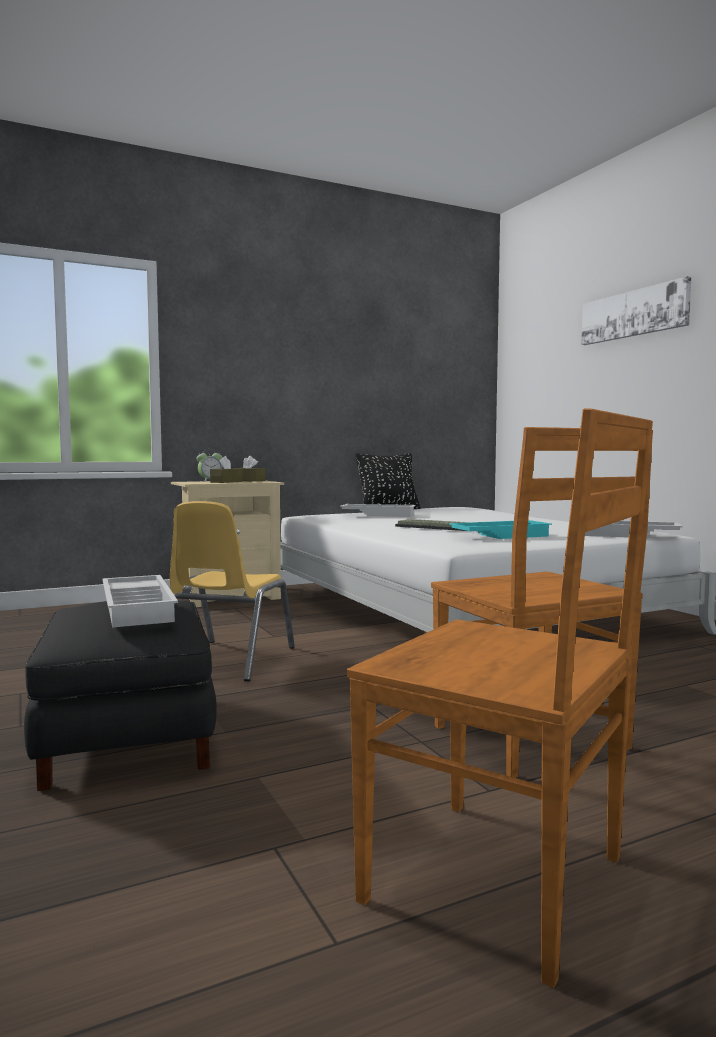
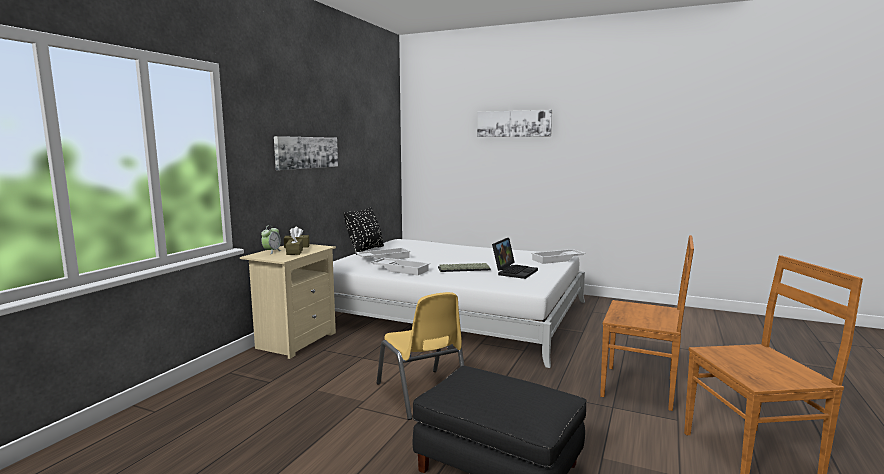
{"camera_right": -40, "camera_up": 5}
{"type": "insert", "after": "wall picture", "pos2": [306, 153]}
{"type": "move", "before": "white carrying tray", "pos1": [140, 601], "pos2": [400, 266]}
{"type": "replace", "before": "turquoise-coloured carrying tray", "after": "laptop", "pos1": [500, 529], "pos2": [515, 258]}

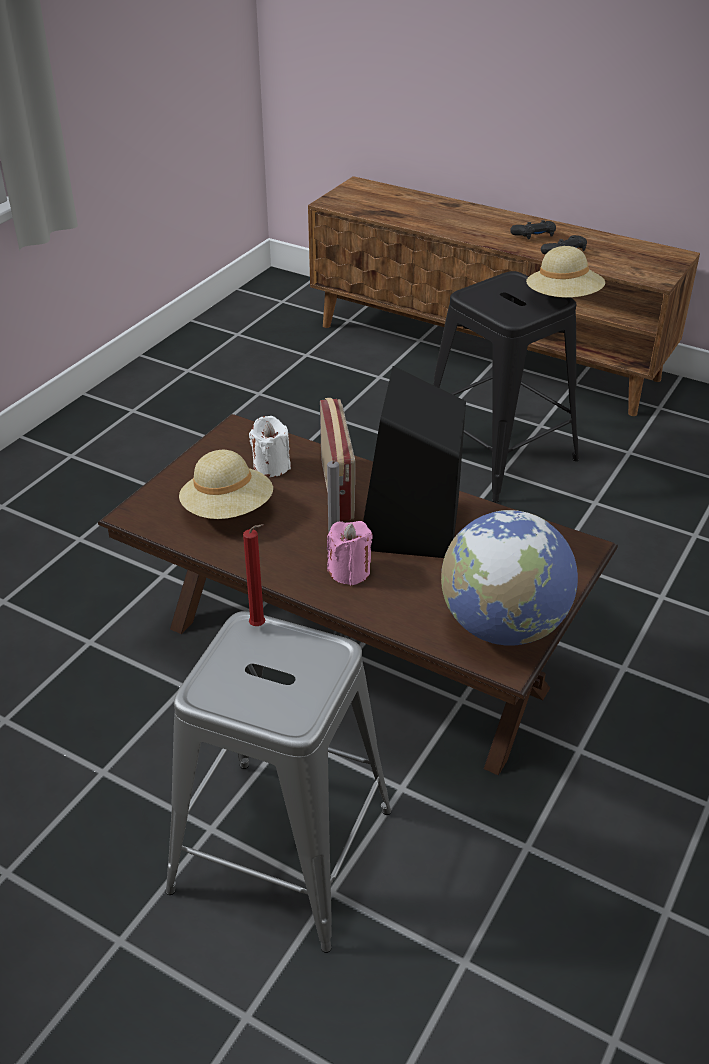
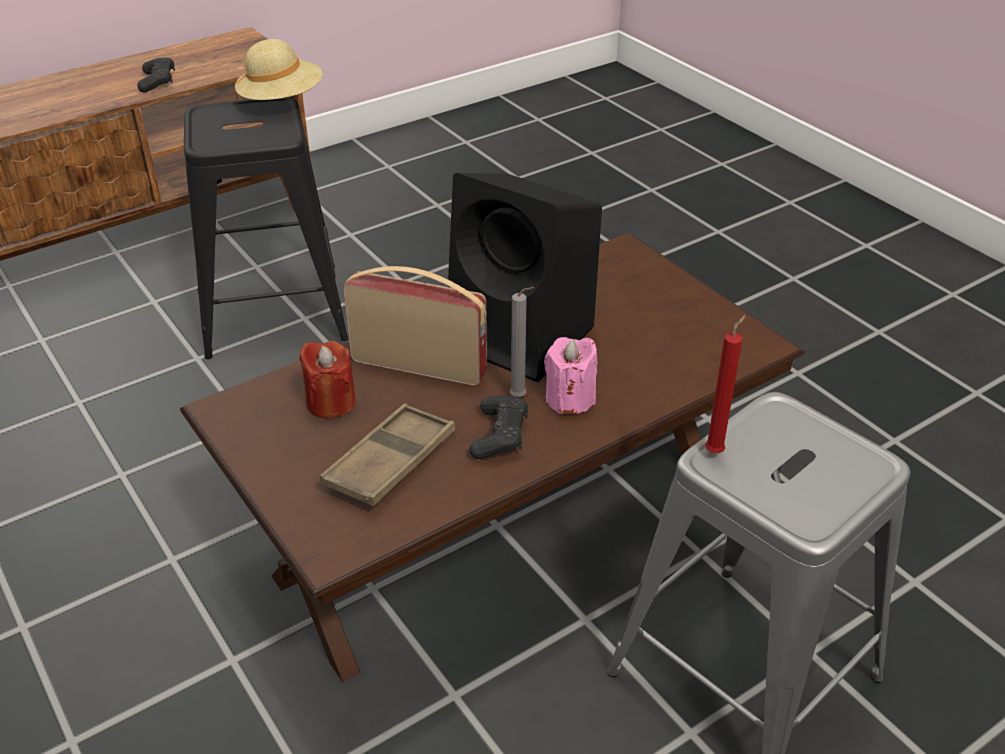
{"camera_right": -65, "camera_up": 0}
{"type": "recolor", "before": "white wax light", "after": "red wax light", "pos1": [270, 446], "pos2": [327, 380]}
{"type": "replace", "before": "beige hat", "after": "brown carrying tray", "pos1": [226, 484], "pos2": [387, 454]}
{"type": "move", "before": "black-coloured gamepad", "pos1": [533, 230], "pos2": [498, 427]}
{"type": "delete", "before": "desk globe", "pos1": [509, 577]}

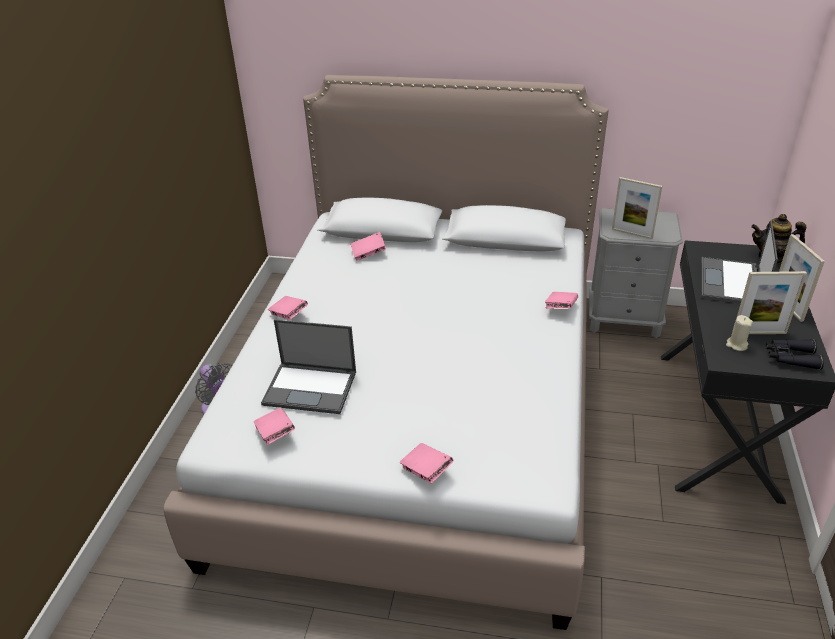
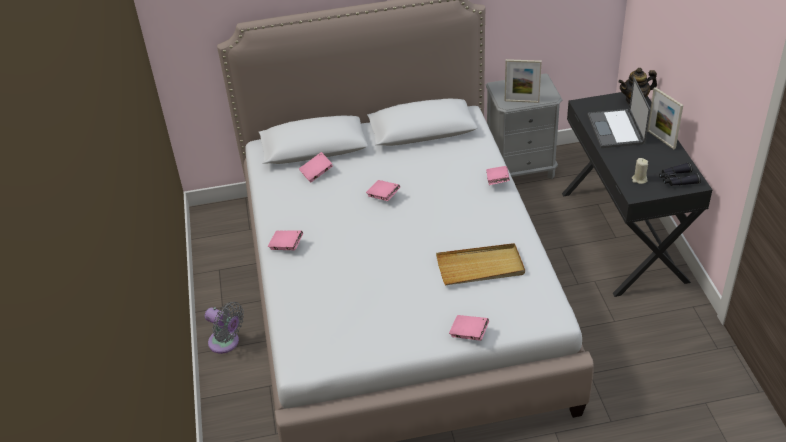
{"camera_right": -20, "camera_up": 5}
{"type": "move", "before": "pink bound book", "pos1": [274, 426], "pos2": [383, 190]}
{"type": "insert", "after": "beige carrying tray", "pos2": [480, 264]}
{"type": "delete", "before": "laptop", "pos1": [308, 366]}
{"type": "delete", "before": "standing frame", "pos1": [772, 302]}

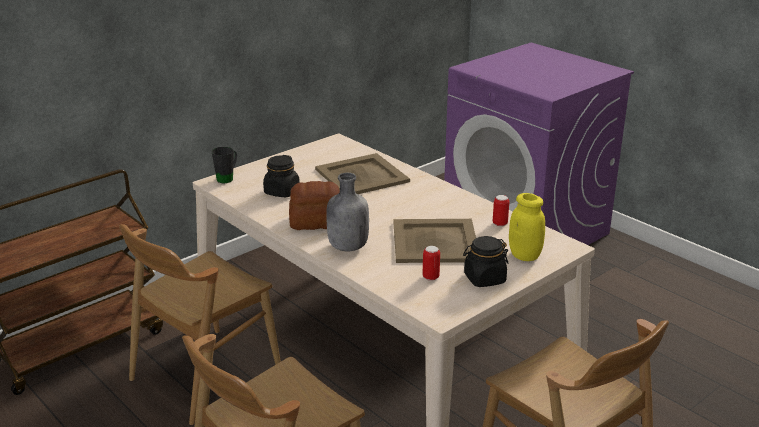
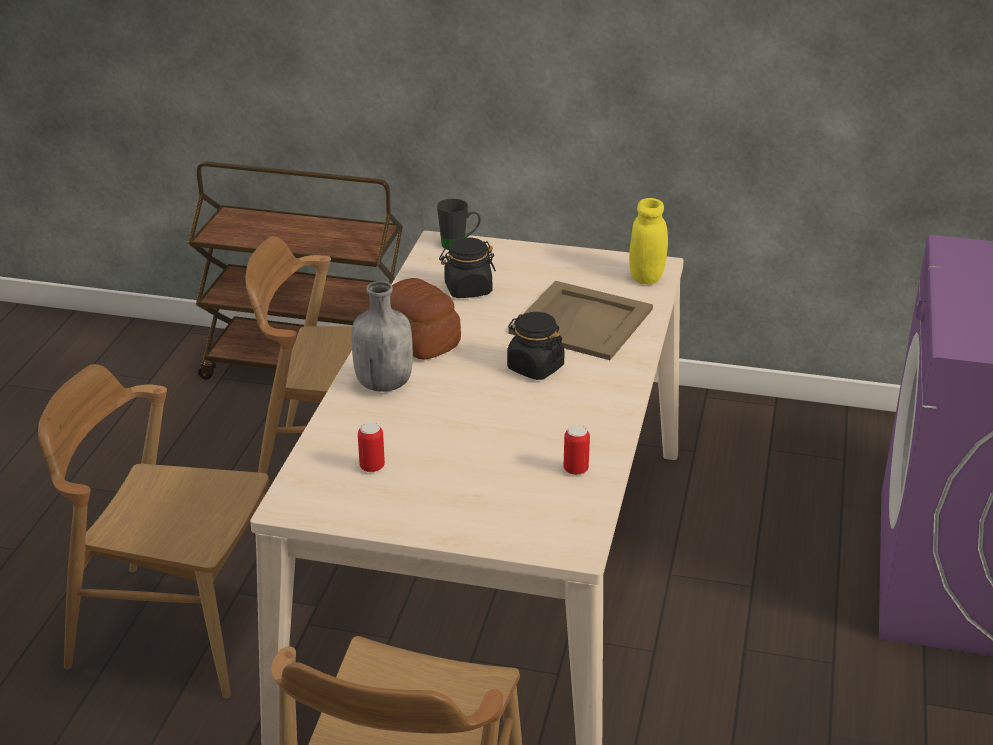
{"camera_right": 55, "camera_up": 5}
{"type": "move", "before": "black-coloured preserve jar", "pos1": [485, 261], "pos2": [536, 346]}
{"type": "move", "before": "yellowish preserve jar", "pos1": [527, 227], "pos2": [648, 241]}
{"type": "delete", "before": "beige carrying tray", "pos1": [434, 241]}

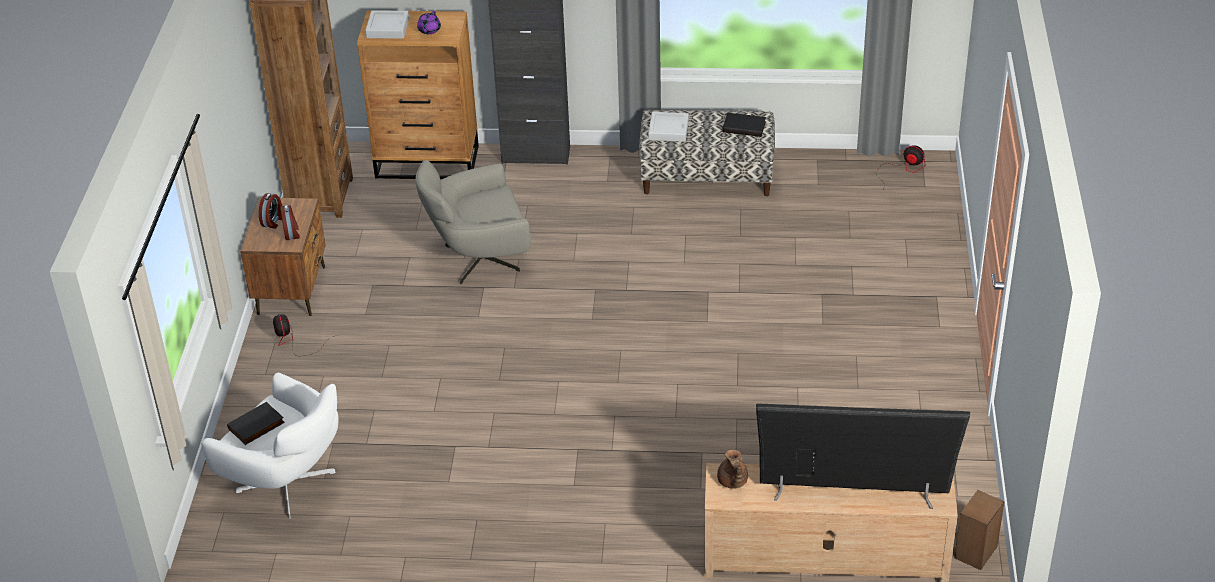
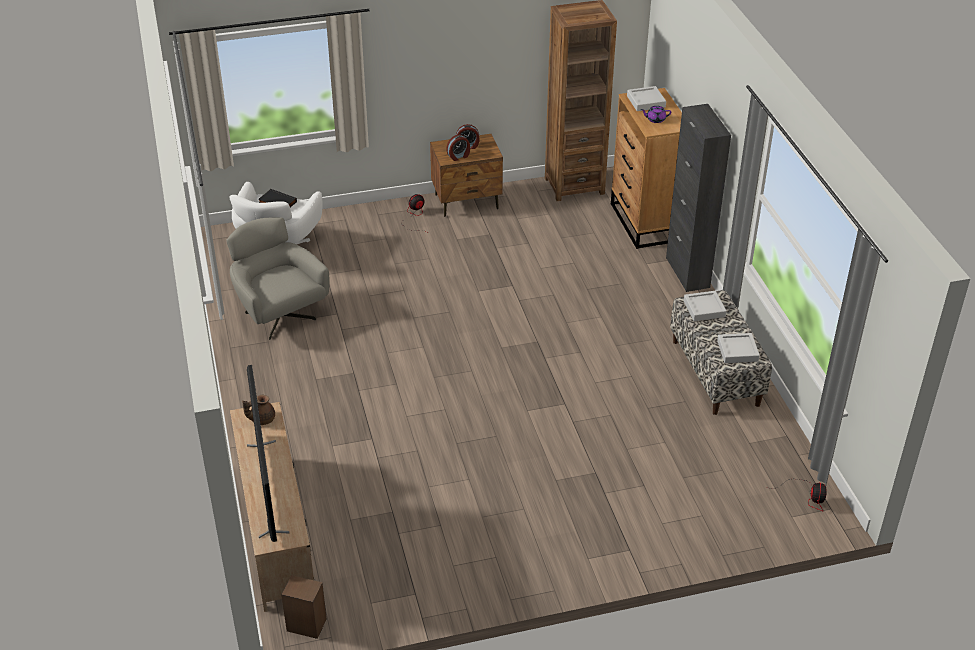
{"camera_right": 70, "camera_up": 0}
{"type": "move", "before": "greyish easy chair", "pos1": [473, 221], "pos2": [277, 279]}
{"type": "replace", "before": "black-coloured bound book", "after": "greyish carrying tray", "pos1": [744, 125], "pos2": [738, 348]}

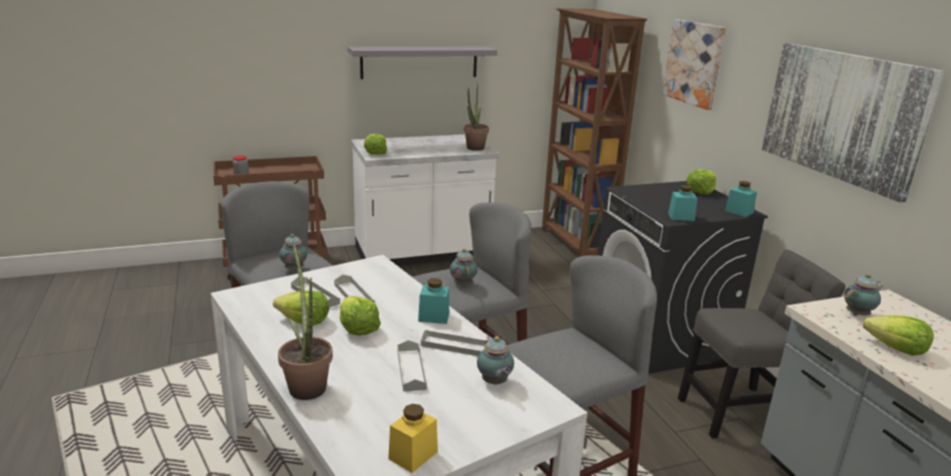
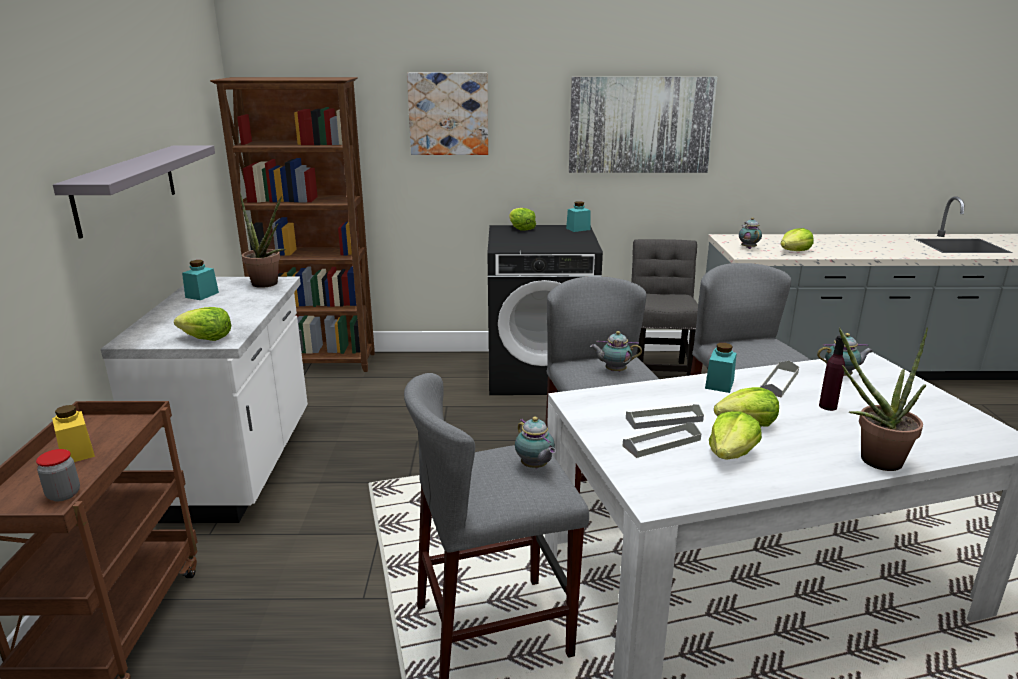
{"camera_right": -70, "camera_up": 0}
{"type": "move", "before": "yellowish preserve jar", "pos1": [413, 438], "pos2": [73, 433]}
{"type": "move", "before": "turquoise-coloured preserve jar", "pos1": [683, 203], "pos2": [200, 280]}
{"type": "rotate", "before": "teapot", "pos1": [293, 252], "pos2": [535, 442], "turn": -105}
{"type": "replace", "before": "greyish carrying tray", "after": "purplish drink bottle", "pos1": [412, 366], "pos2": [832, 373]}

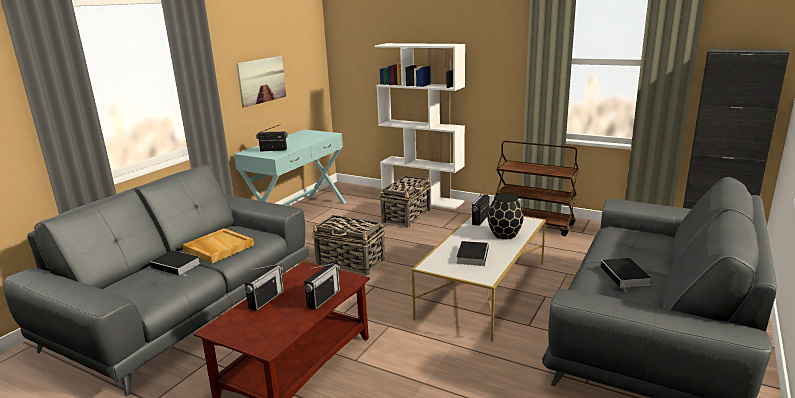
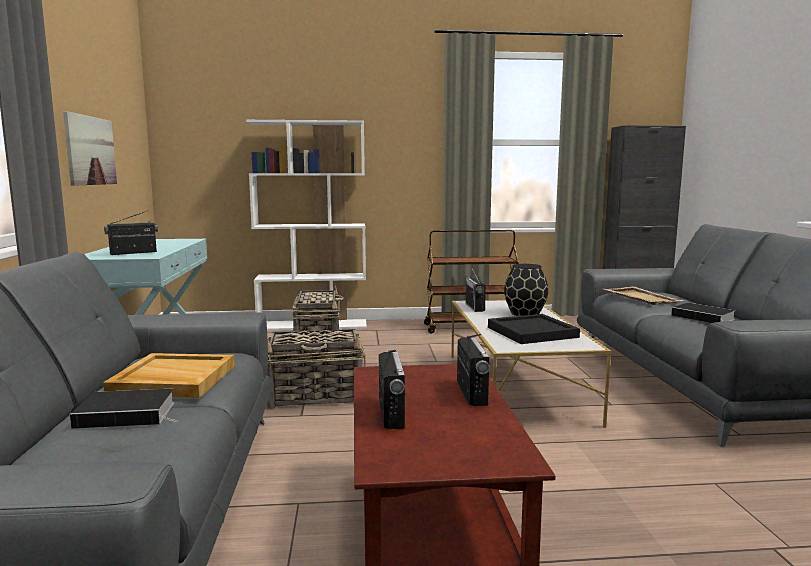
{"camera_right": -35, "camera_up": -10}
{"type": "replace", "before": "bound book", "after": "black-coloured carrying tray", "pos1": [472, 253], "pos2": [534, 329]}
{"type": "insert", "after": "beige carrying tray", "pos2": [645, 296]}

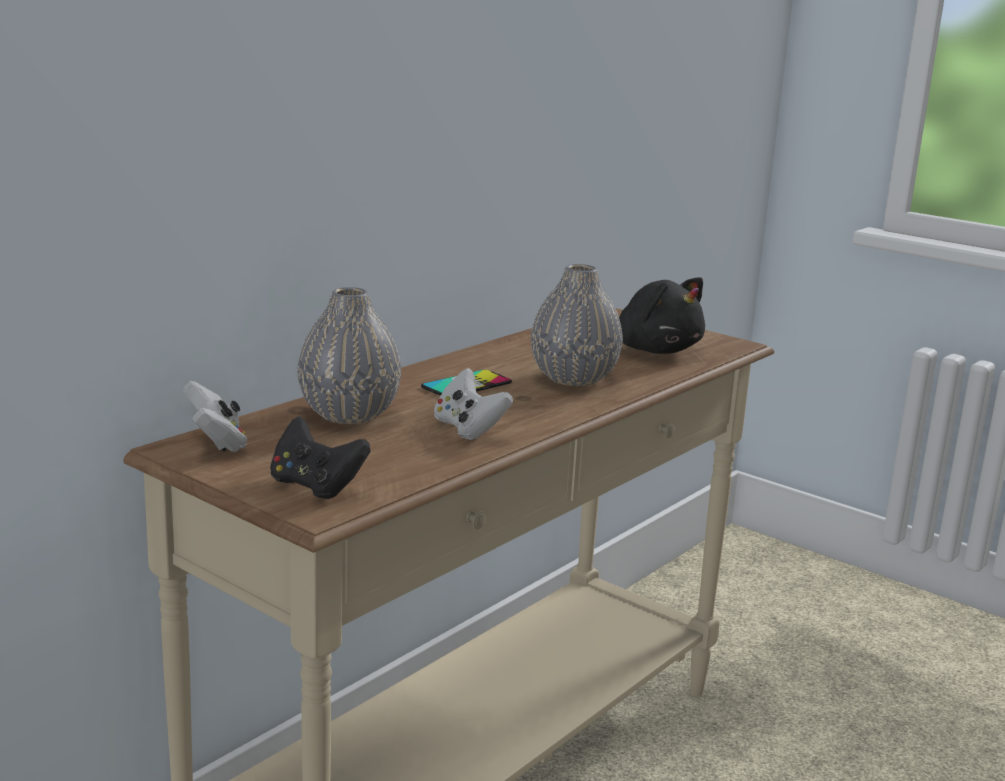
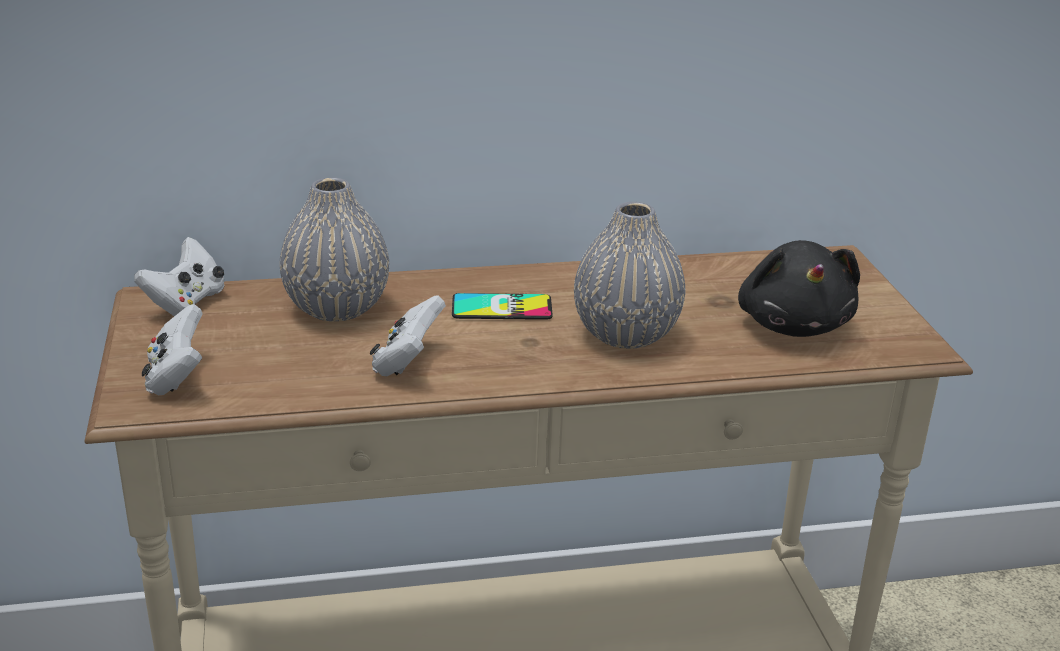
{"camera_right": 40, "camera_up": 10}
{"type": "recolor", "before": "black-coloured gamepad", "after": "white gamepad", "pos1": [320, 457], "pos2": [172, 349]}

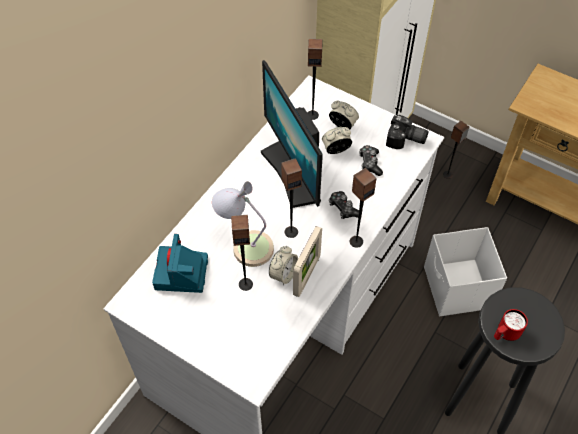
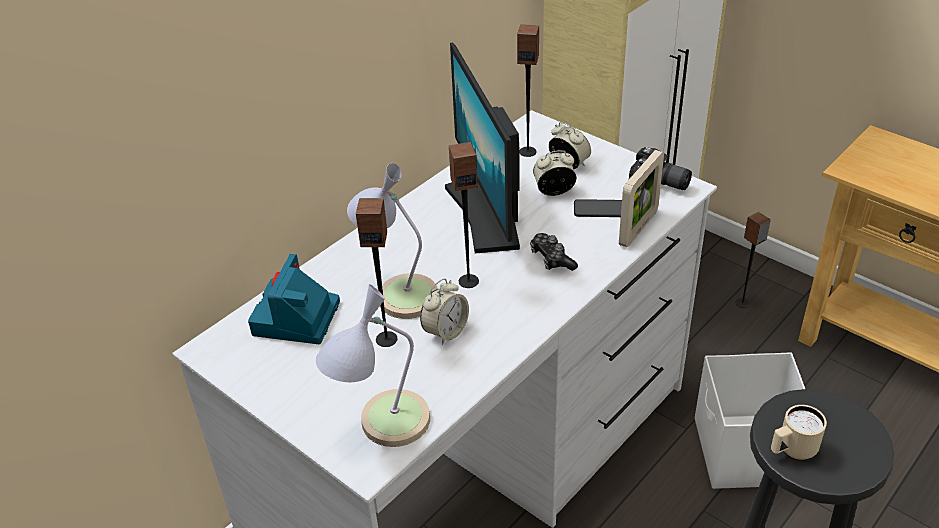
{"camera_right": 10, "camera_up": -15}
{"type": "insert", "after": "tabletop lamp", "pos2": [373, 365]}
{"type": "replace", "before": "gamepad", "after": "phone", "pos1": [371, 160], "pos2": [598, 208]}
{"type": "move", "before": "standing frame", "pos1": [307, 261], "pos2": [641, 198]}
{"type": "recolor", "before": "red coffee mug", "after": "beige coffee mug", "pos1": [511, 325], "pos2": [799, 433]}
{"type": "delete", "before": "speaker", "pos1": [363, 208]}

